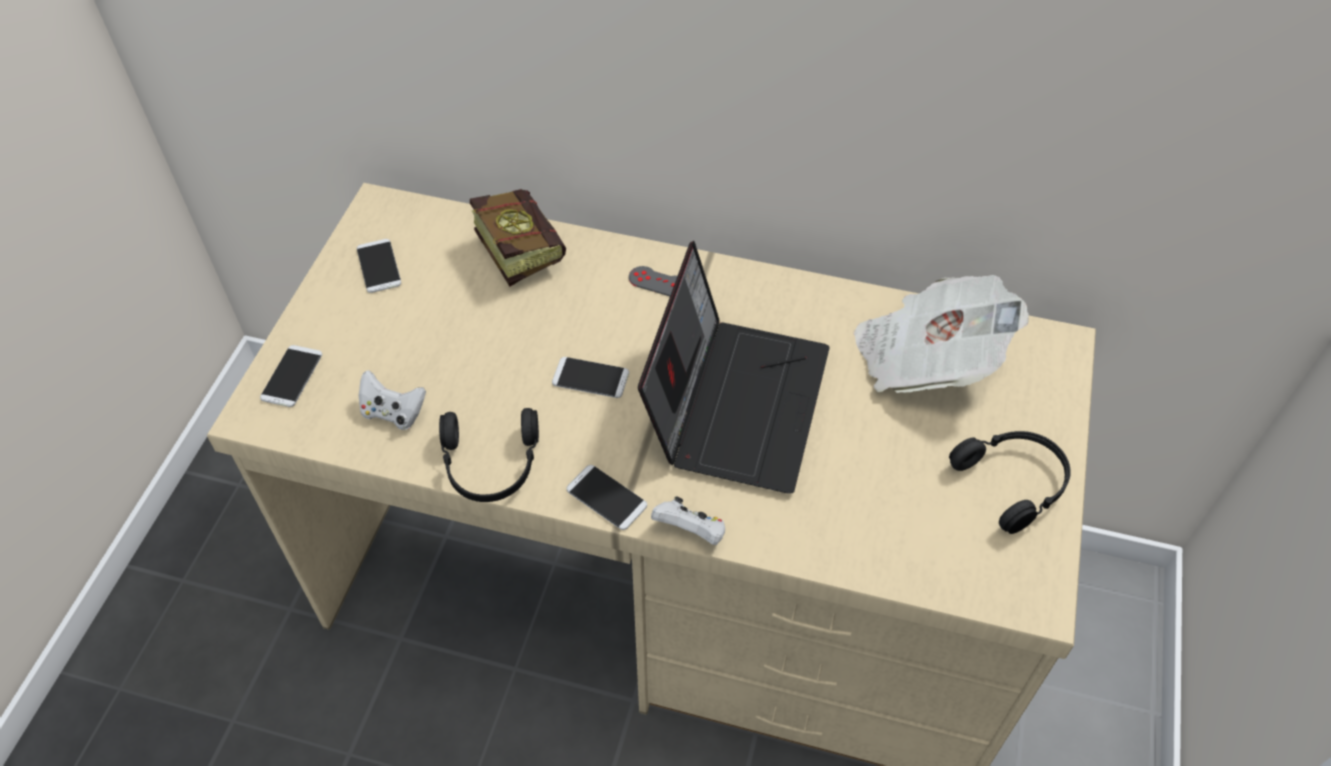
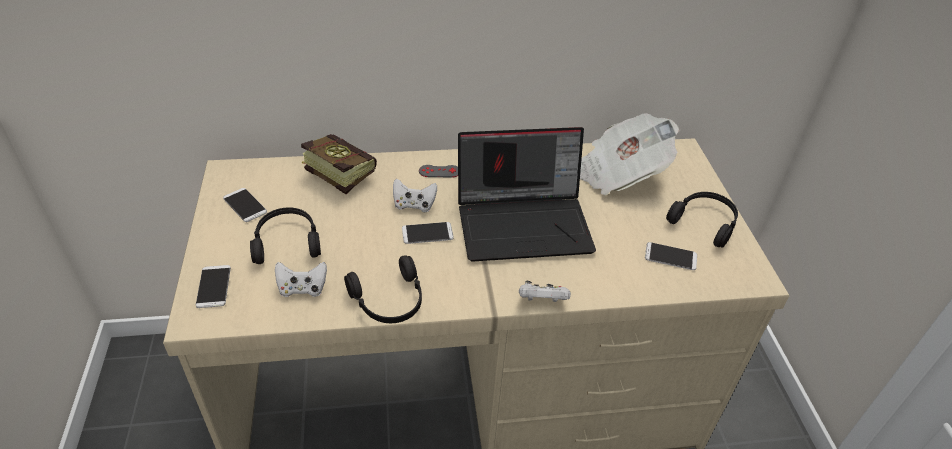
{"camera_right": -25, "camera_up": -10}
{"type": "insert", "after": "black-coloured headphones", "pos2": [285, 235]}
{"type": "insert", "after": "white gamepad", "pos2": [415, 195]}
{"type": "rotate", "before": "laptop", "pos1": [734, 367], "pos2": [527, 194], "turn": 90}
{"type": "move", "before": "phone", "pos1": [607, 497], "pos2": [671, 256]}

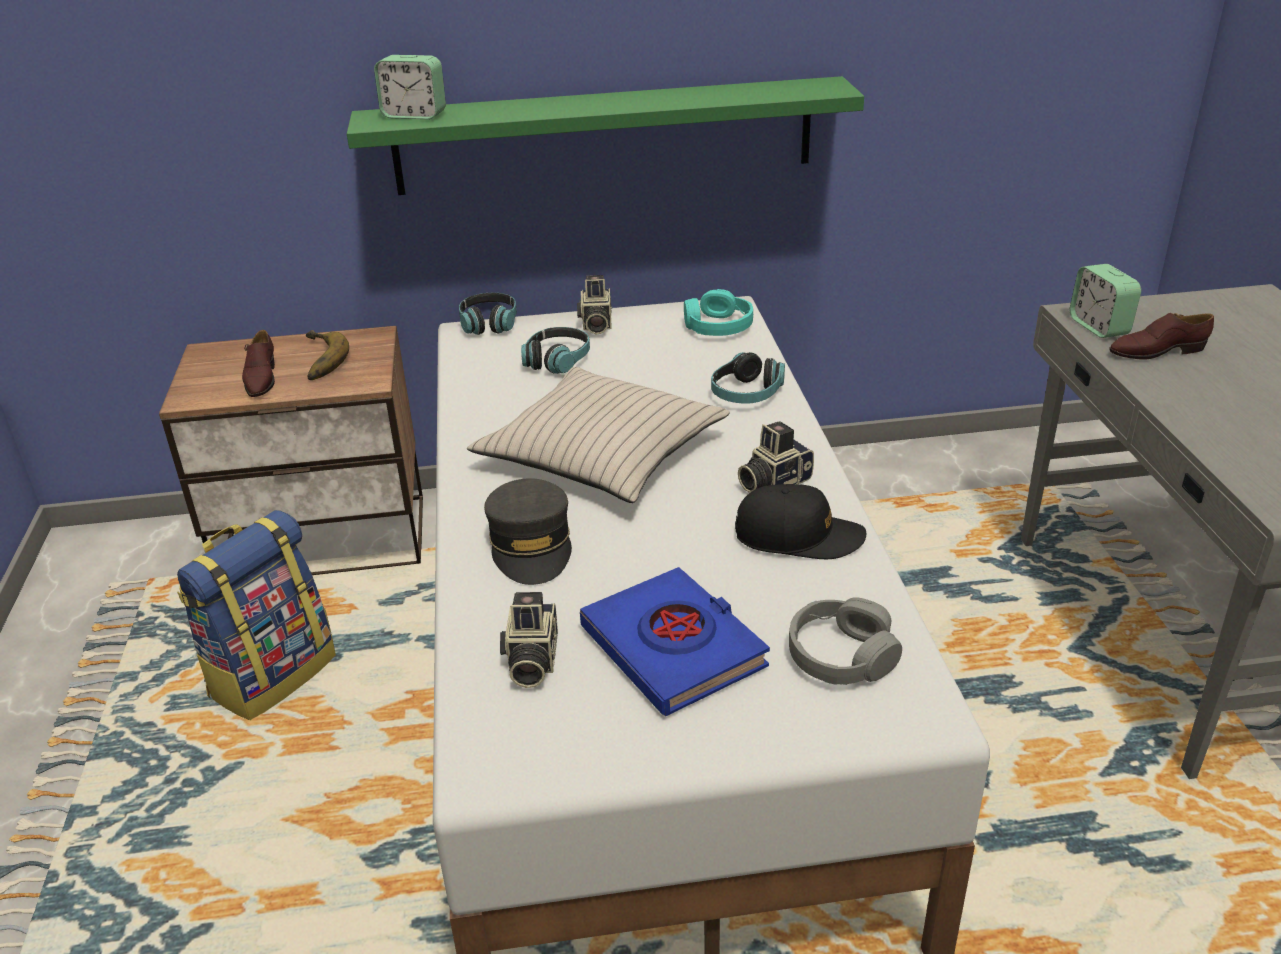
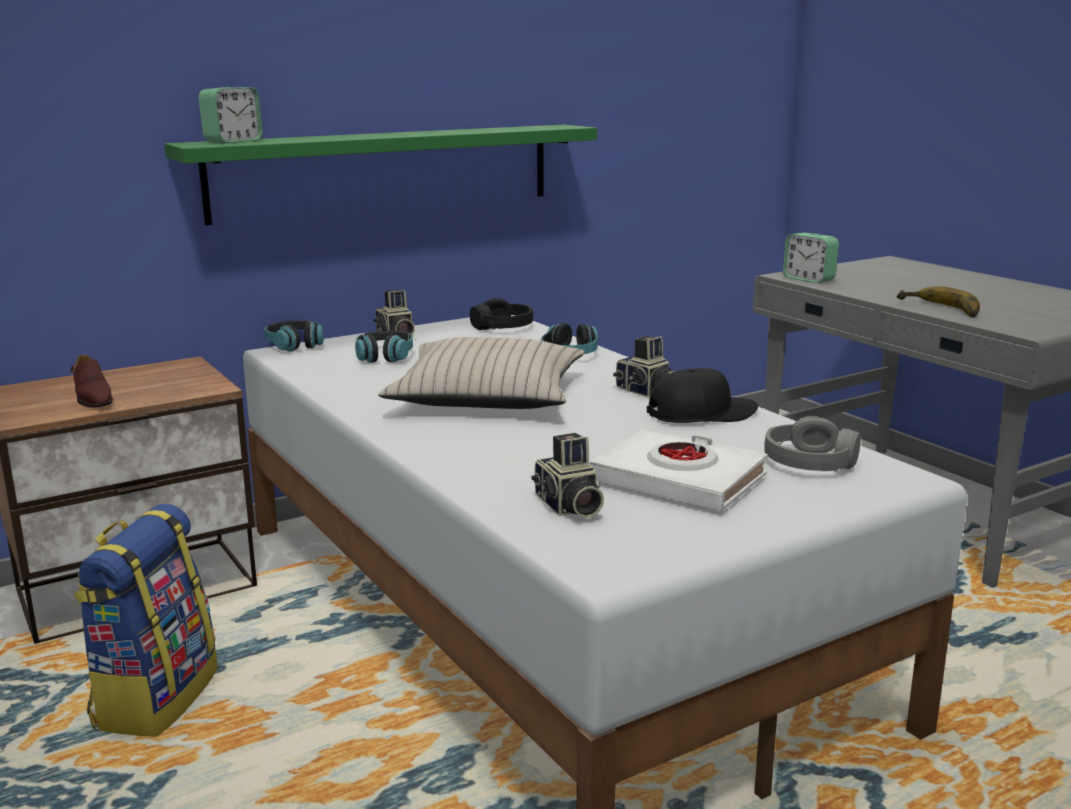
{"camera_right": -25, "camera_up": -15}
{"type": "rotate", "before": "table clock", "pos1": [410, 87], "pos2": [230, 115], "turn": -45}
{"type": "recolor", "before": "turquoise-coloured headphones", "after": "black-coloured headphones", "pos1": [718, 312], "pos2": [501, 314]}
{"type": "recolor", "before": "blue bound book", "after": "white bound book", "pos1": [675, 641], "pos2": [679, 470]}
{"type": "rotate", "before": "photo camera", "pos1": [776, 457], "pos2": [644, 366], "turn": -75}
{"type": "move", "before": "whole banana", "pos1": [327, 355], "pos2": [938, 301]}
{"type": "delete", "before": "greyish peaked cap", "pos1": [528, 531]}
{"type": "delete", "before": "brown shoe", "pos1": [1161, 336]}

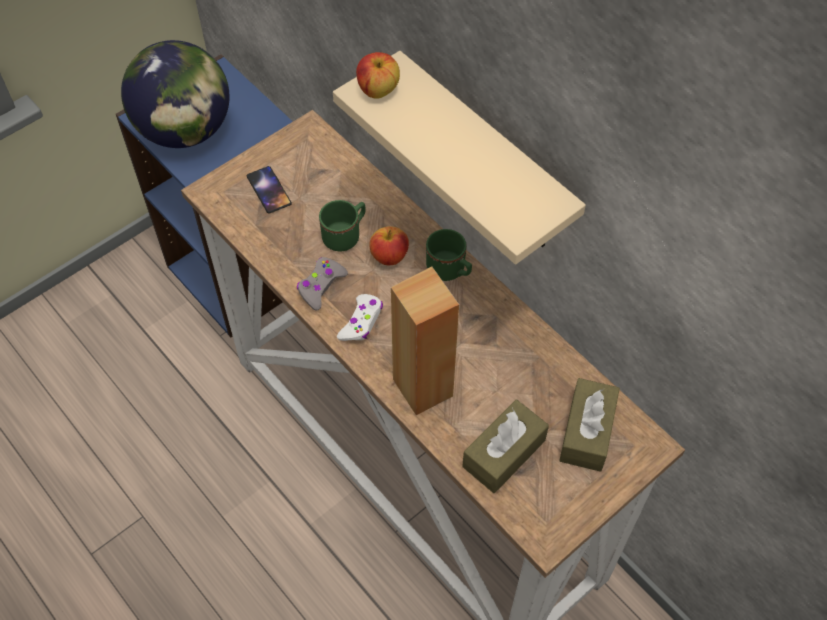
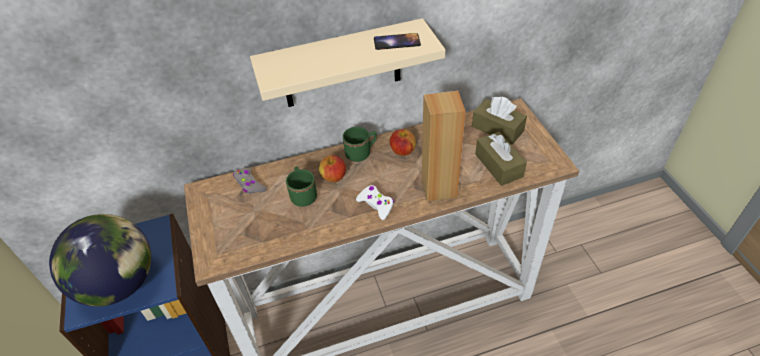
{"camera_right": -65, "camera_up": -10}
{"type": "move", "before": "greyish gamepad", "pos1": [322, 283], "pos2": [249, 181]}
{"type": "move", "before": "phone", "pos1": [269, 190], "pos2": [397, 41]}
{"type": "move", "before": "whole apple", "pos1": [378, 75], "pos2": [403, 142]}

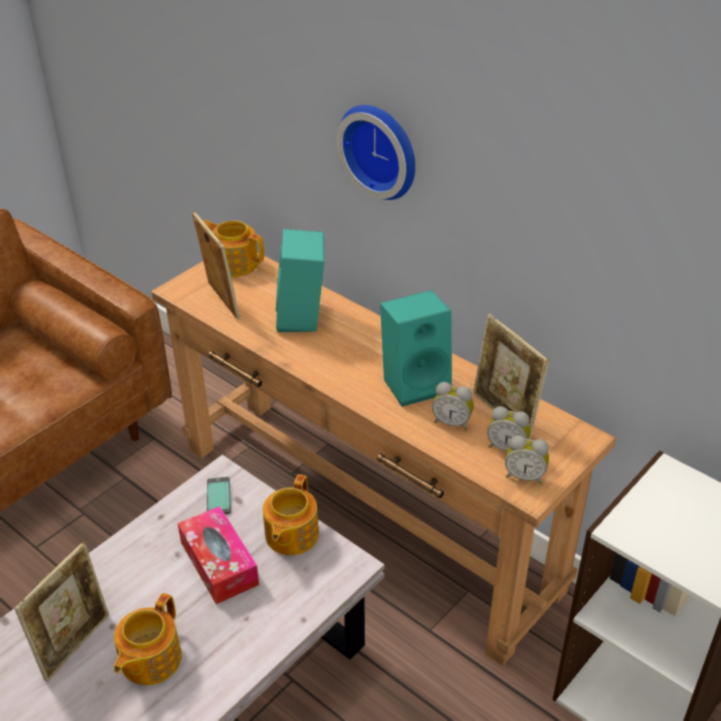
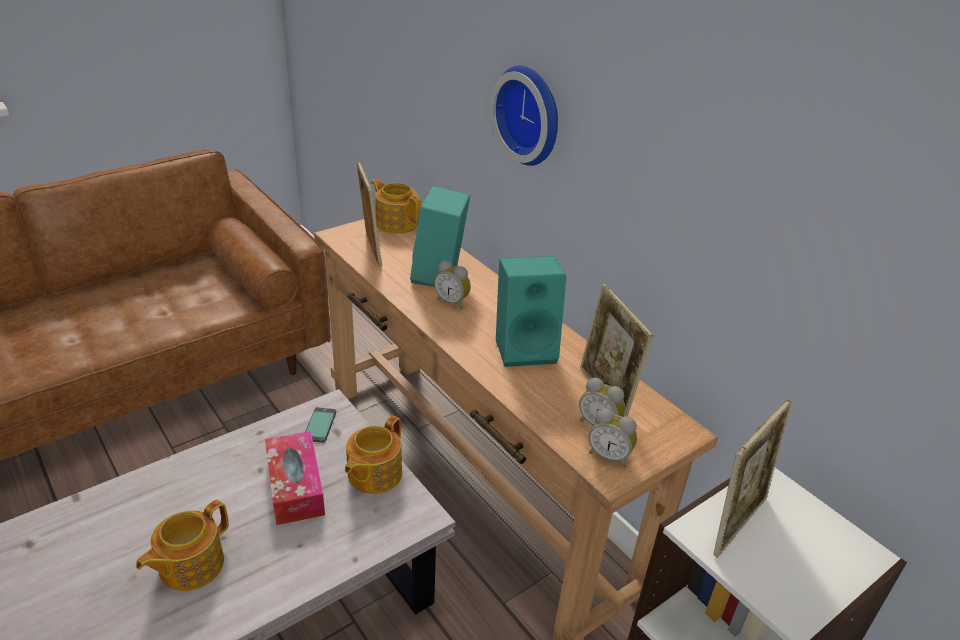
{"camera_right": 10, "camera_up": -5}
{"type": "move", "before": "table clock", "pos1": [453, 406], "pos2": [452, 285]}
{"type": "move", "before": "standing frame", "pos1": [61, 612], "pos2": [752, 478]}

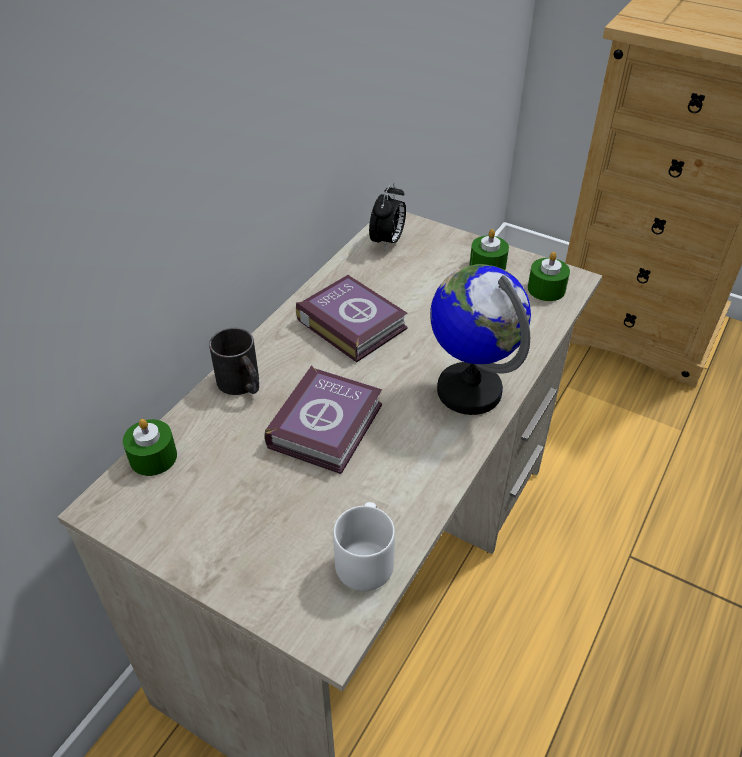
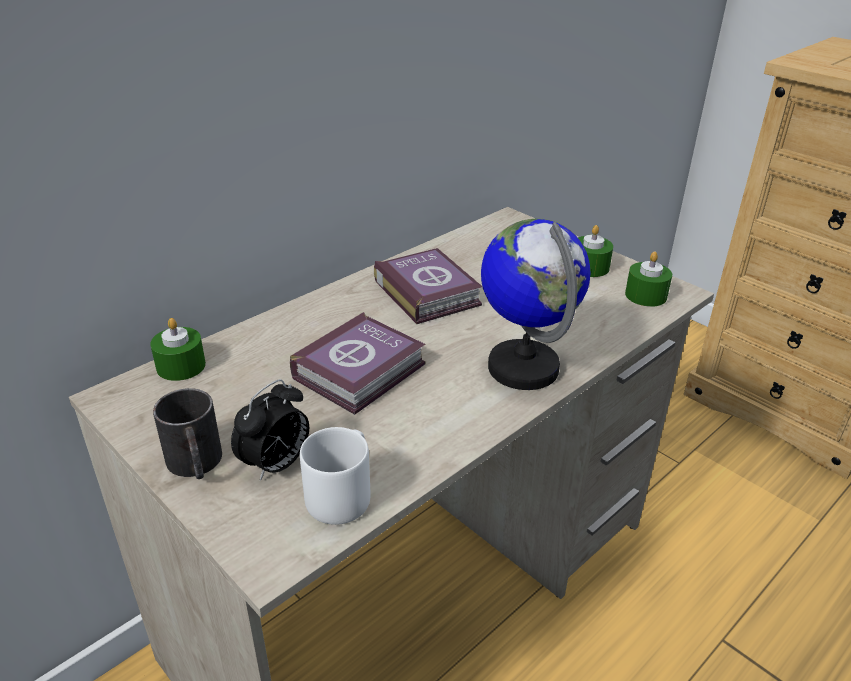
{"camera_right": 15, "camera_up": -10}
{"type": "move", "before": "black-coloured coffee mug", "pos1": [234, 361], "pos2": [187, 433]}
{"type": "move", "before": "table clock", "pos1": [387, 216], "pos2": [270, 430]}

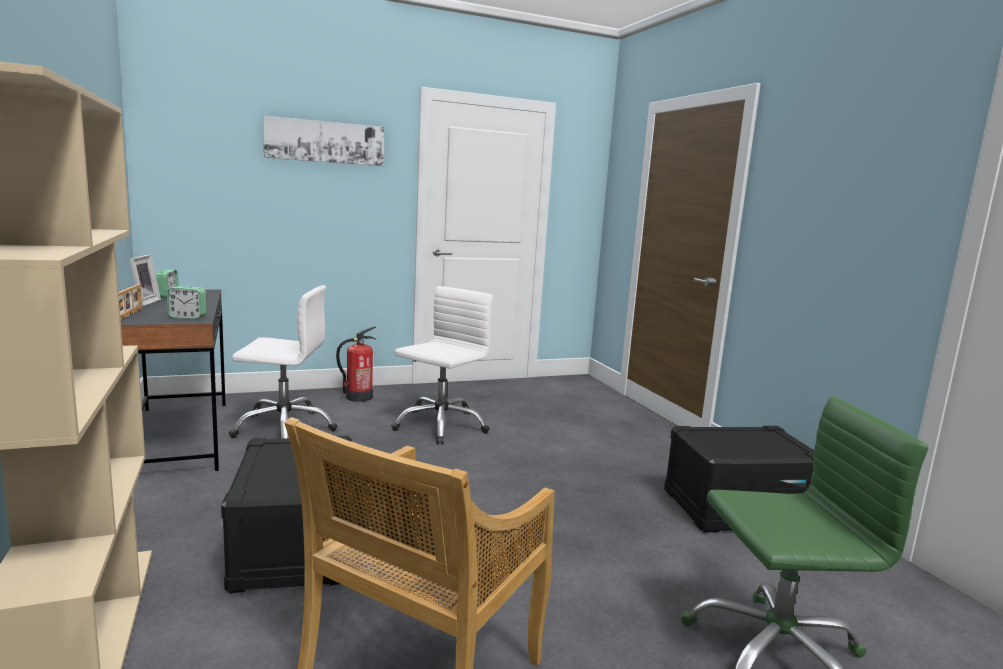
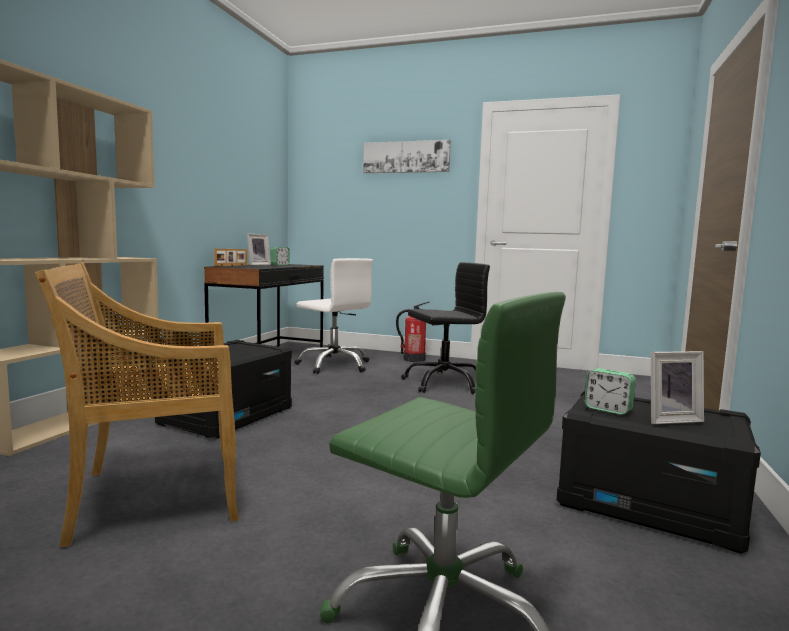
{"camera_right": 40, "camera_up": -5}
{"type": "recolor", "before": "white desk chair", "after": "black-coloured desk chair", "pos1": [442, 365], "pos2": [445, 328]}
{"type": "move", "before": "table clock", "pos1": [187, 302], "pos2": [610, 391]}
{"type": "insert", "after": "standing frame", "pos2": [677, 387]}

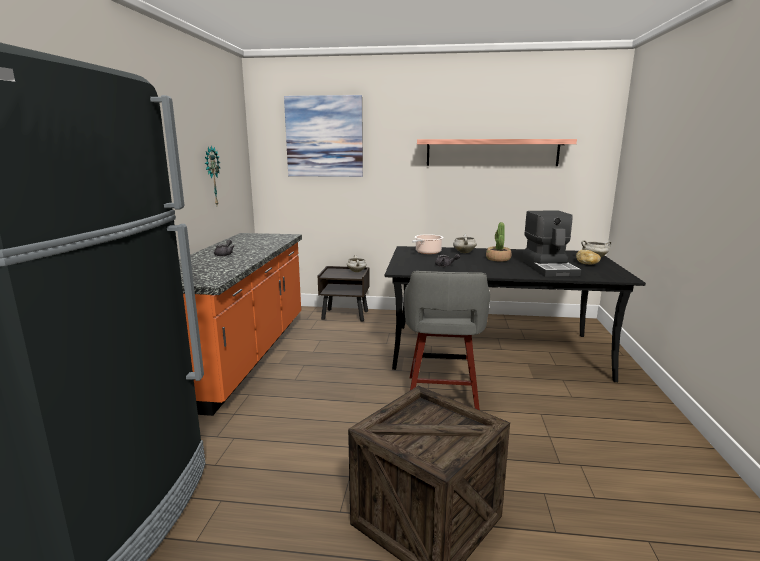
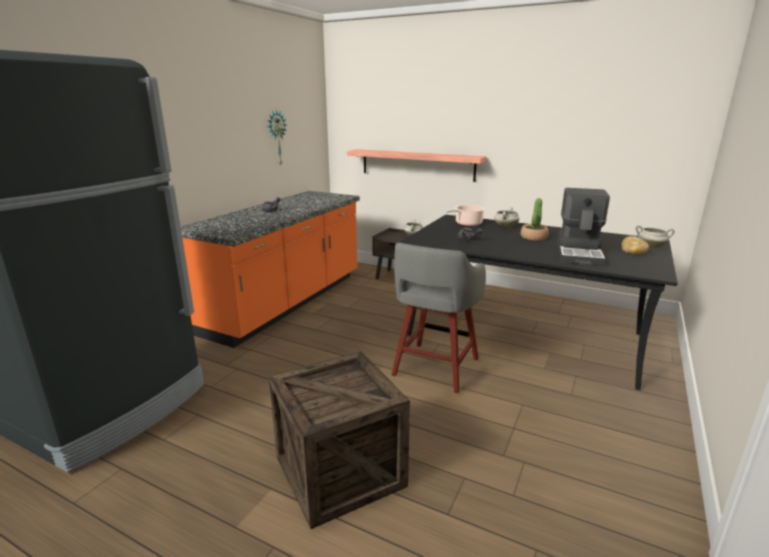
{"camera_right": 20, "camera_up": 5}
{"type": "move", "before": "bracket shelf", "pos1": [497, 152], "pos2": [417, 165]}
{"type": "delete", "before": "wall picture", "pos1": [323, 136]}

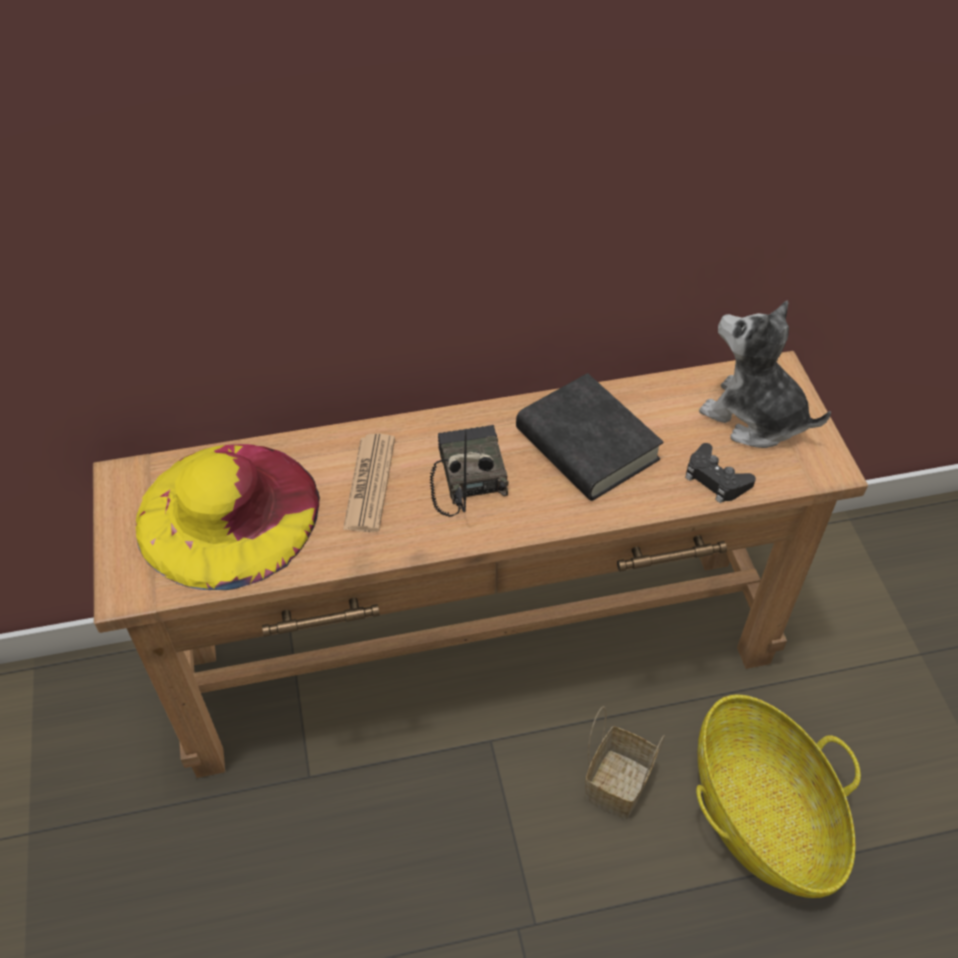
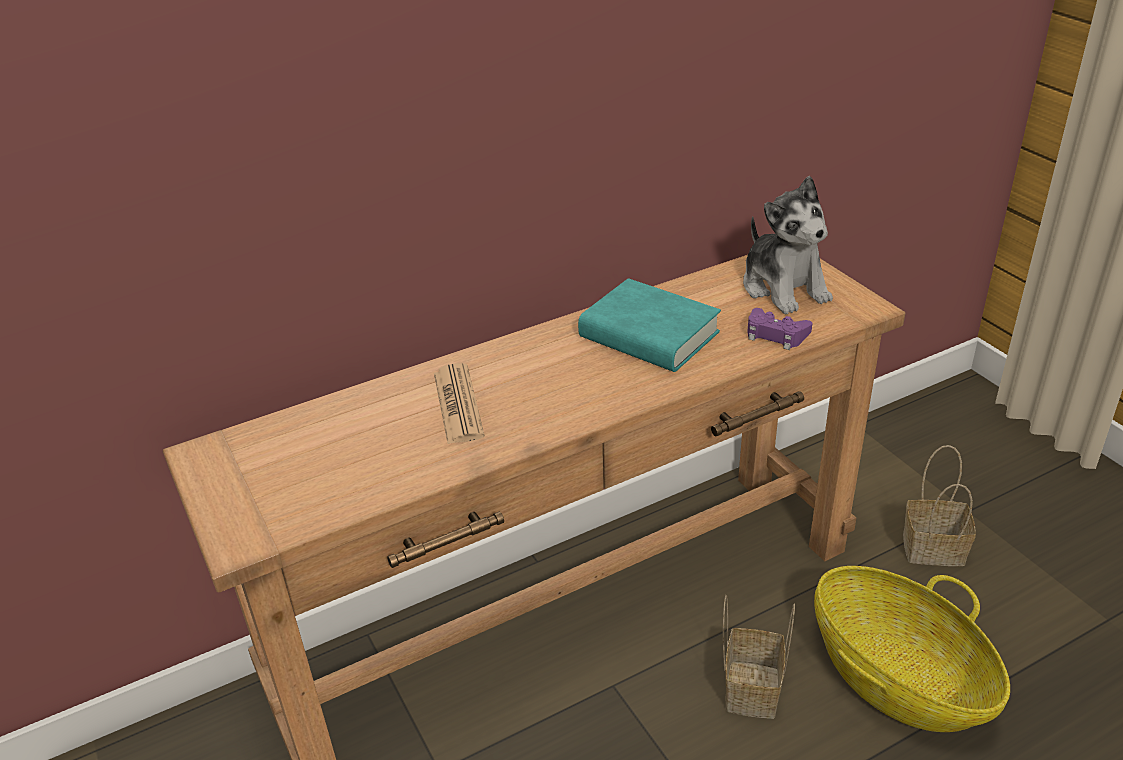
{"camera_right": -15, "camera_up": -15}
{"type": "recolor", "before": "black-coloured bound book", "after": "turquoise-coloured bound book", "pos1": [589, 437], "pos2": [649, 325]}
{"type": "rotate", "before": "soft toy", "pos1": [765, 374], "pos2": [788, 245], "turn": -135}
{"type": "recolor", "before": "black-coloured gamepad", "after": "purplish gamepad", "pos1": [720, 473], "pos2": [779, 329]}
{"type": "insert", "after": "basket", "pos2": [939, 505]}
{"type": "delete", "before": "yellowish hat", "pos1": [228, 517]}
{"type": "delete", "before": "radio receiver", "pos1": [469, 471]}

